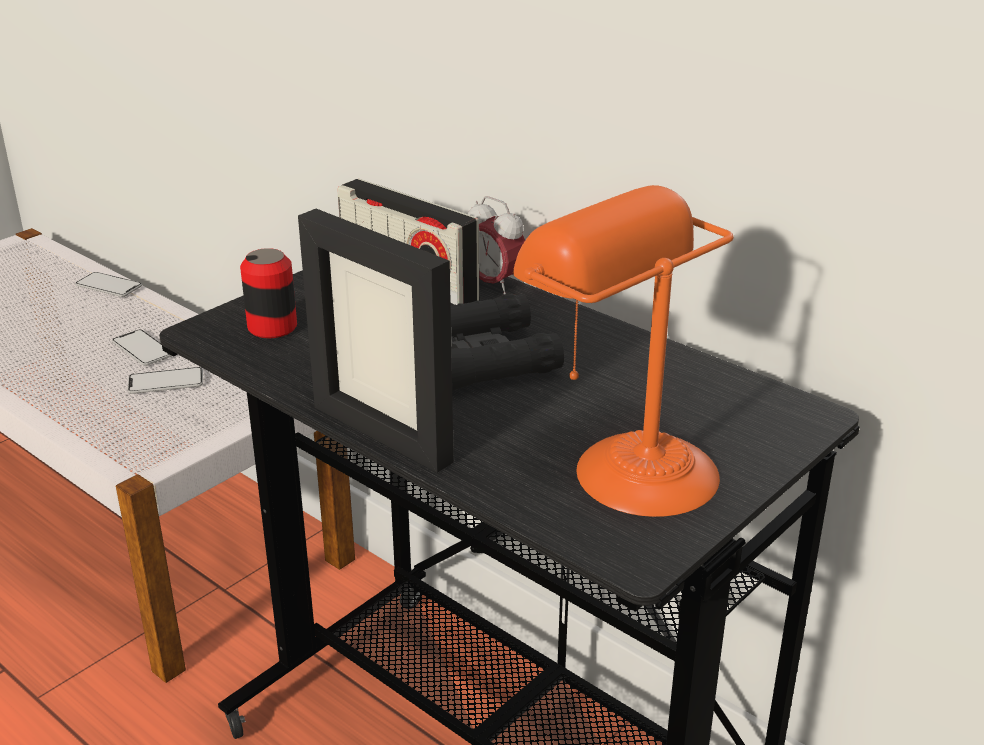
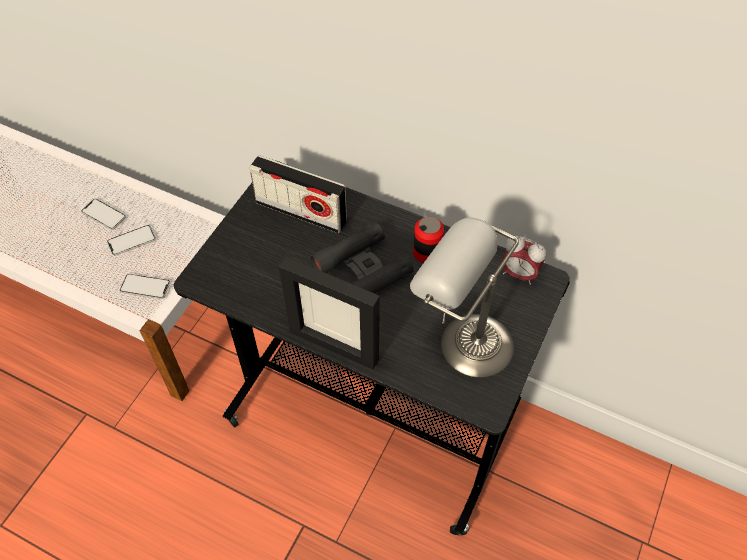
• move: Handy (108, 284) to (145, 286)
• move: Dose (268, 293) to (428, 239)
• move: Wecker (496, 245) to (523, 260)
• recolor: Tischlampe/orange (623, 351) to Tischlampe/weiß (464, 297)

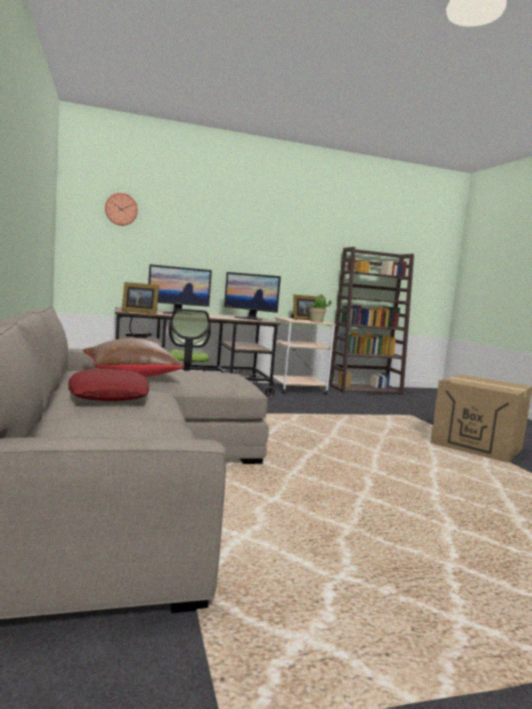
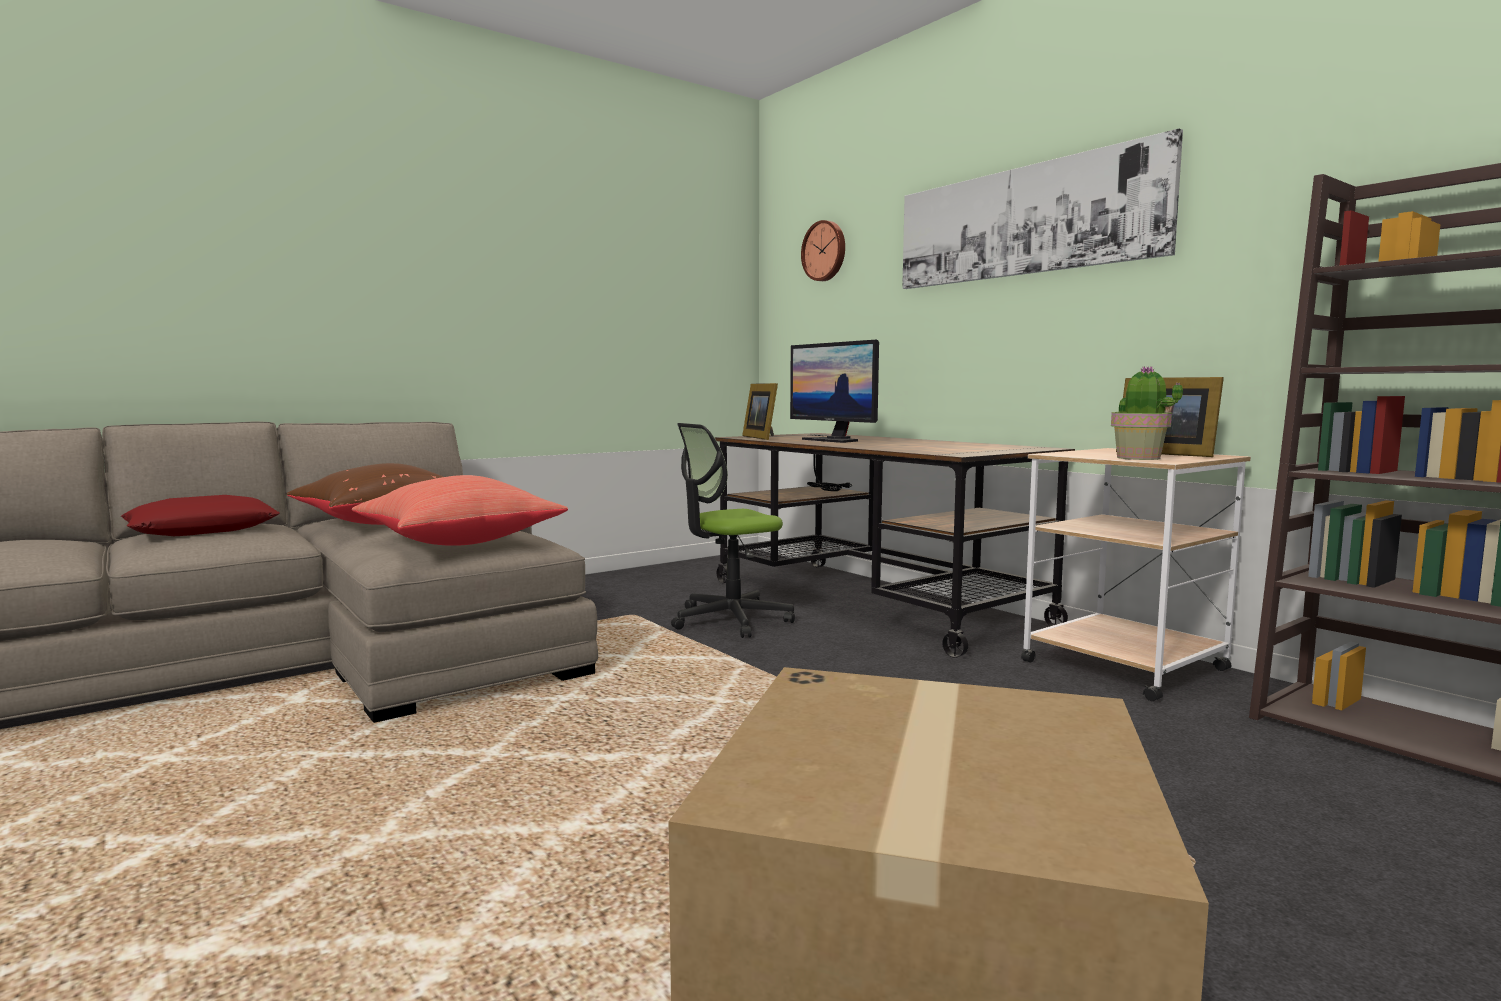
• delete: Monitor (252, 296)
• insert: Kissen/rot (460, 510)
• insert: Bild (1042, 208)

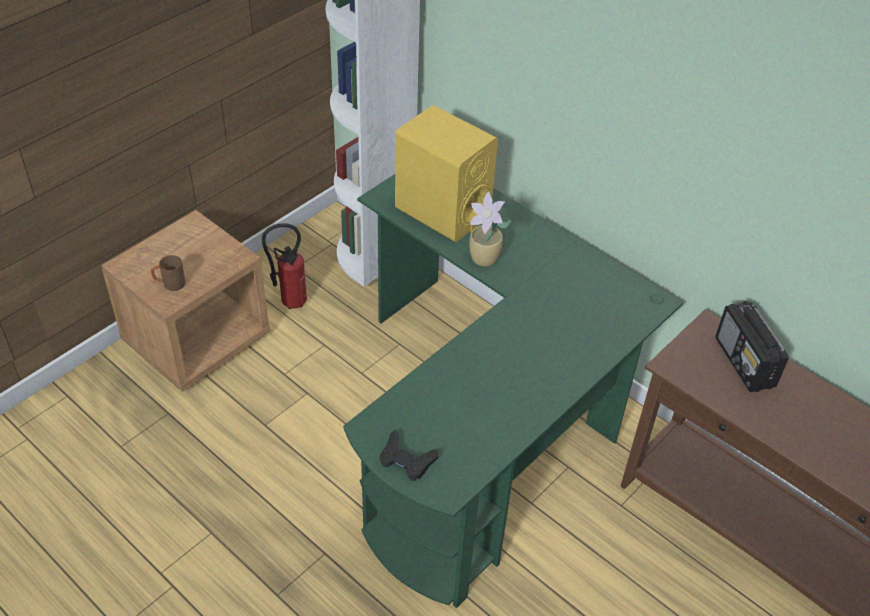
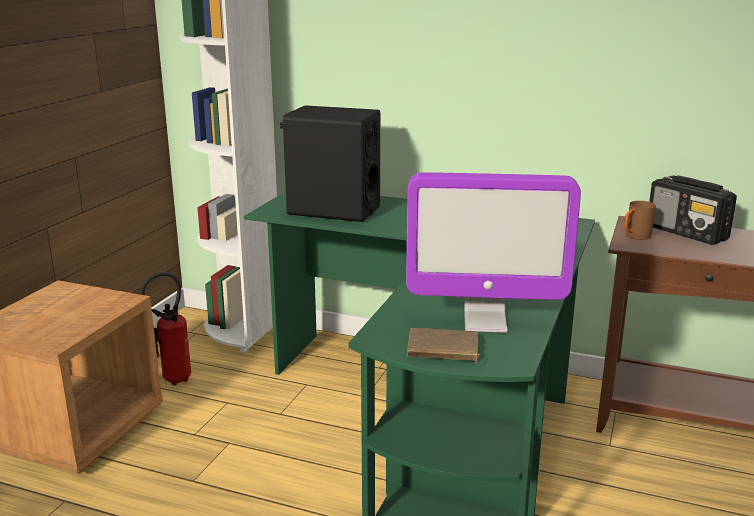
• move: Henkelbecher/braun (168, 273) to (640, 220)
• replace: Gamepad/schwarz (409, 455) to Buch/braun (443, 346)
• recolor: Lautsprecher/gelb (446, 173) to Lautsprecher/schwarz (330, 163)
• delete: Topfpflanze (490, 229)
• insert: Monitor (493, 252)

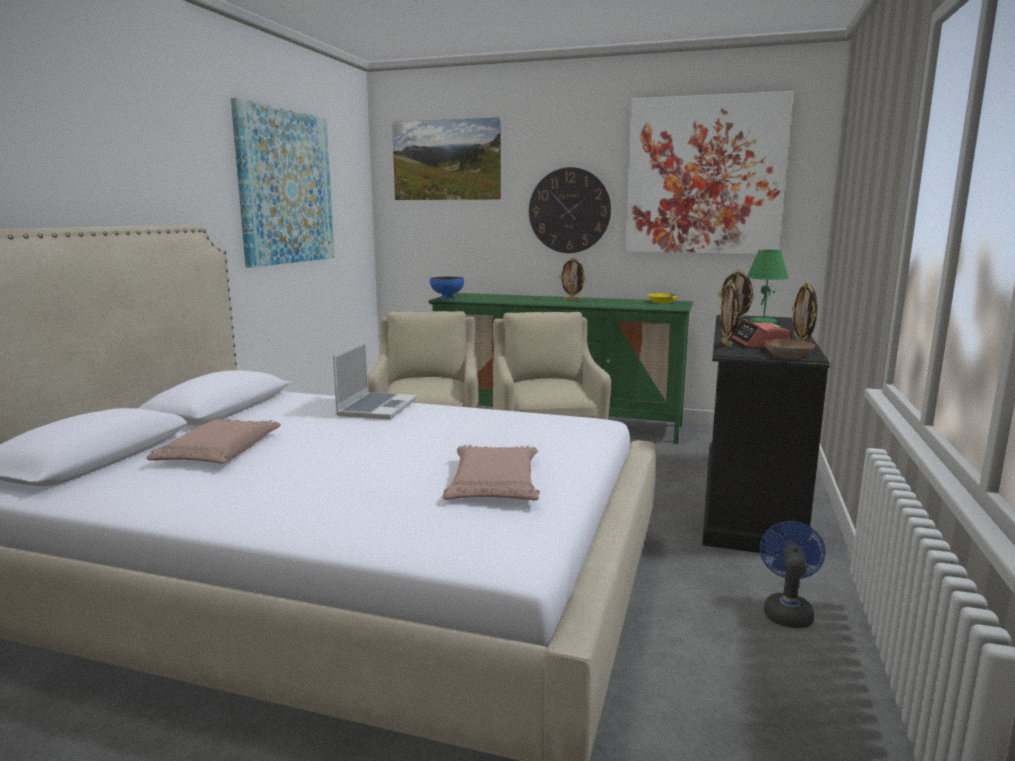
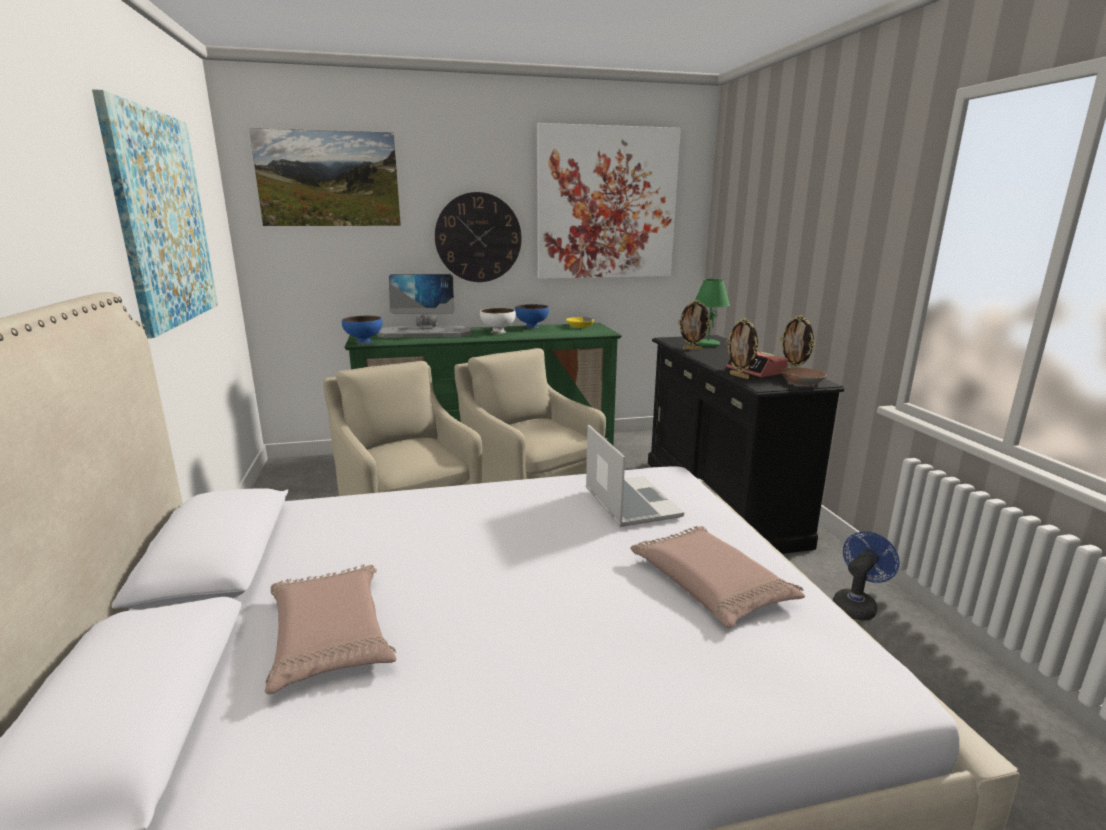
• move: Laptop (375, 380) to (635, 476)
• replace: Bilderrahmen (572, 279) to Schüssel/weiß (498, 321)
• rotate: Ventilator/blau (792, 574) = (866, 576) 60 degrees clockwise
• insert: Monitor (424, 306)
• insert: Schüssel/blau (532, 316)

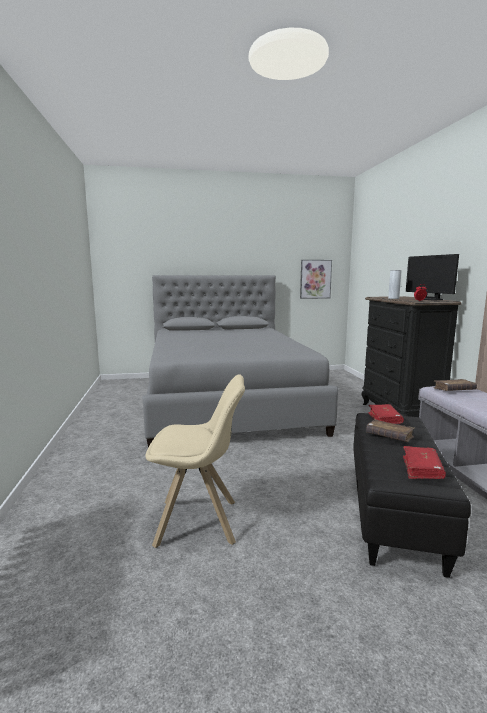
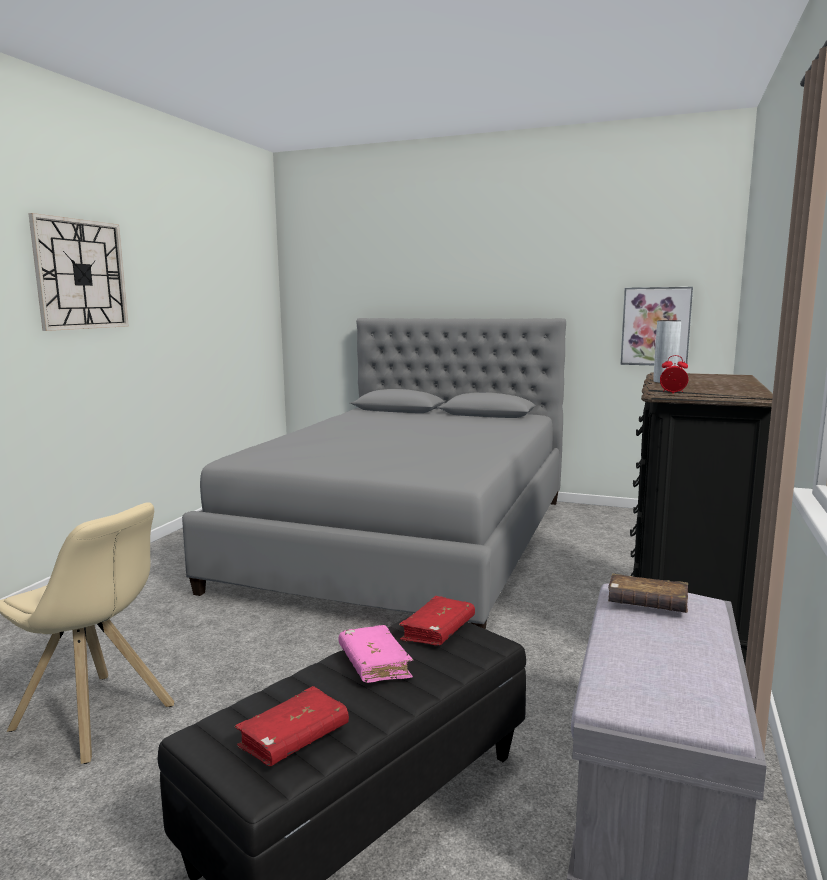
• recolor: Buch/braun (390, 430) to Buch/rosa (375, 654)
• delete: Monitor (432, 277)
• insert: Wanduhr (78, 272)

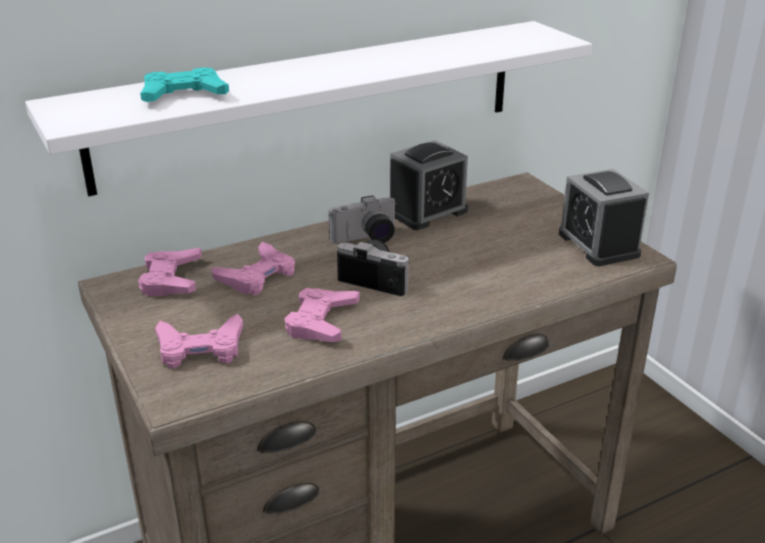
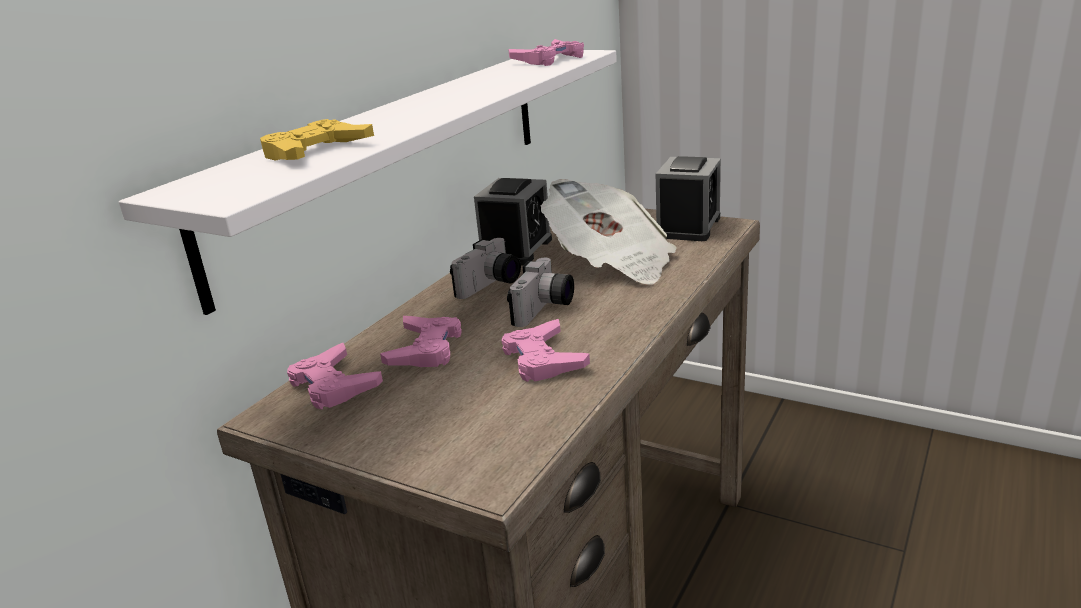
• recolor: Gamepad/türkis (184, 84) to Gamepad/gelb (317, 140)
• move: Gamepad/rosa (199, 341) to (546, 52)
• rotate: Kamera (373, 267) = (540, 292) 120 degrees clockwise
• rotate: Wecker (604, 217) = (688, 198) 105 degrees counterclockwise
• insert: Zeitung (609, 231)

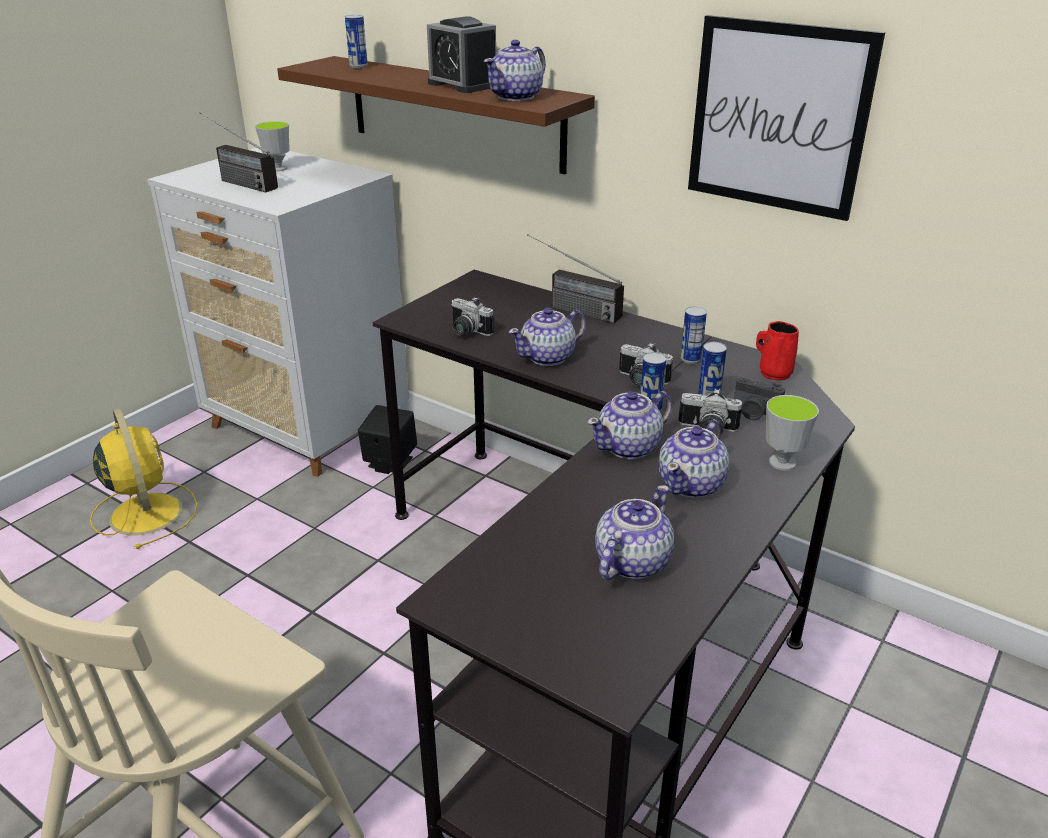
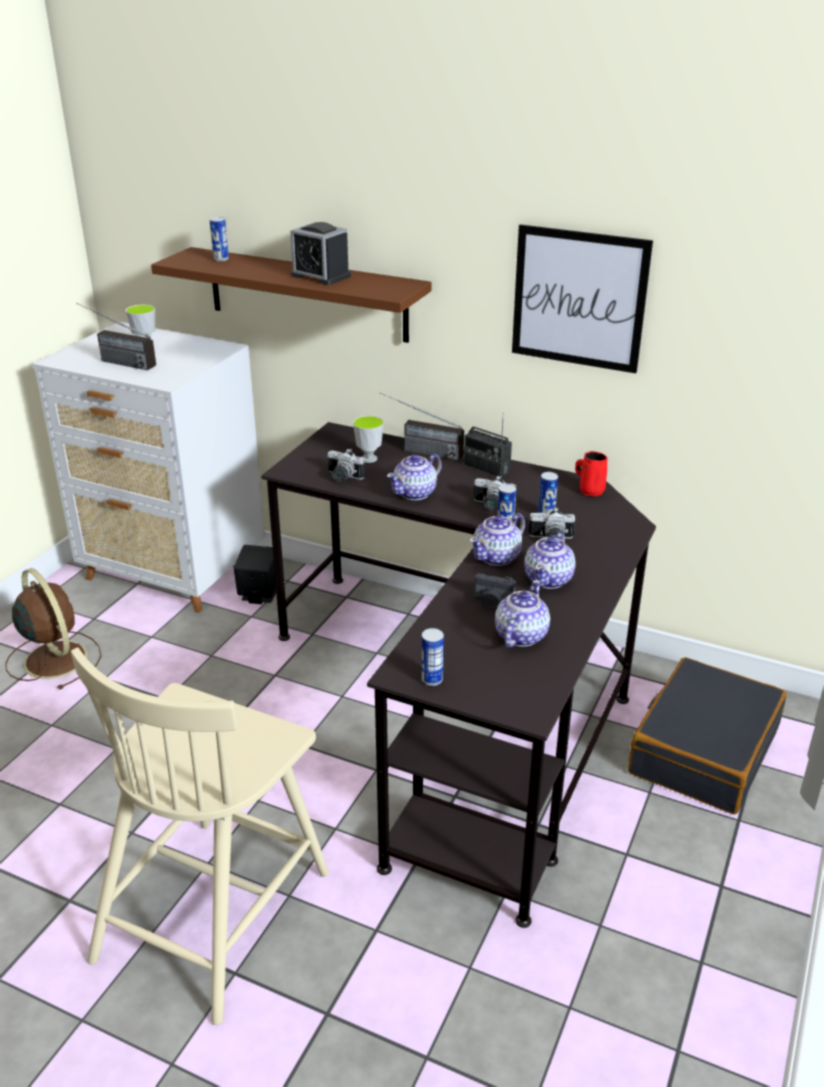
• recolor: Ventilator/gelb (143, 479) to Ventilator/braun (53, 628)
• delete: Teekanne (515, 70)
• move: Dose (693, 335) to (432, 657)
• move: Kamera (759, 398) to (495, 591)
• move: Tasse (792, 433) to (368, 439)
• insert: Radio (488, 444)
• insert: Koffer/schwarz (707, 735)

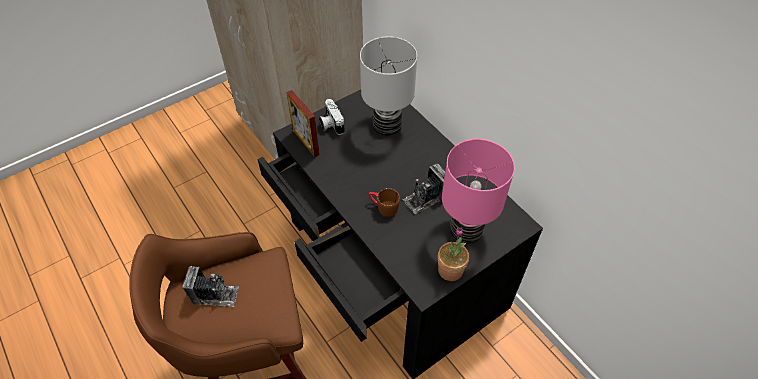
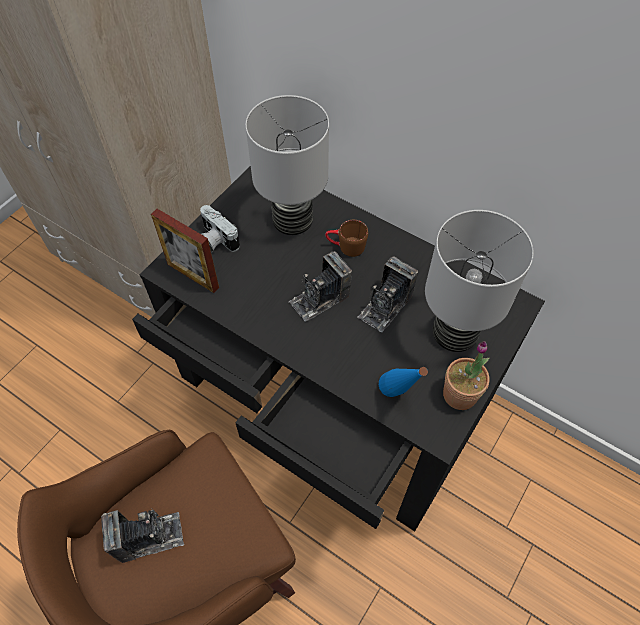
• move: Henkelbecher/braun (384, 202) to (346, 238)
• recolor: Tischlampe/rosa (478, 191) to Tischlampe/grau (479, 281)
• insert: Kamera (320, 286)
• insert: Flasche/blau (403, 382)

